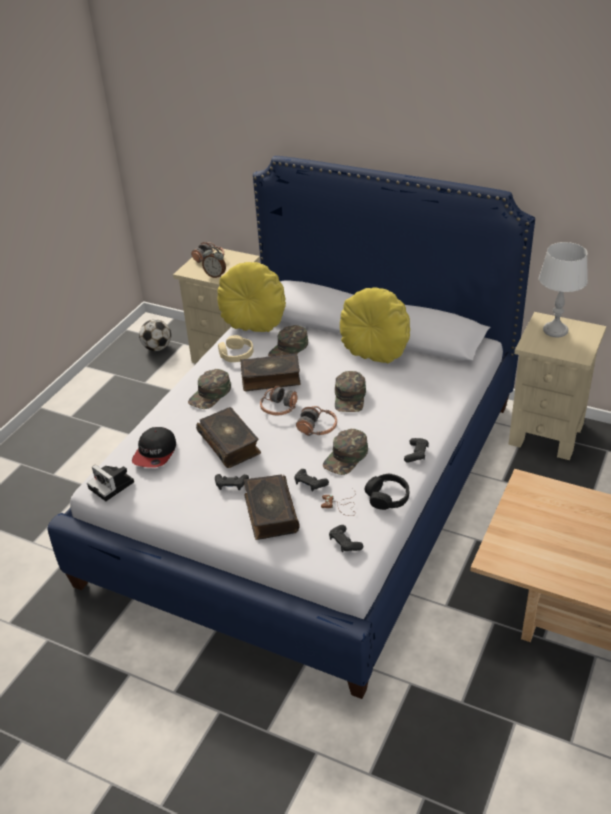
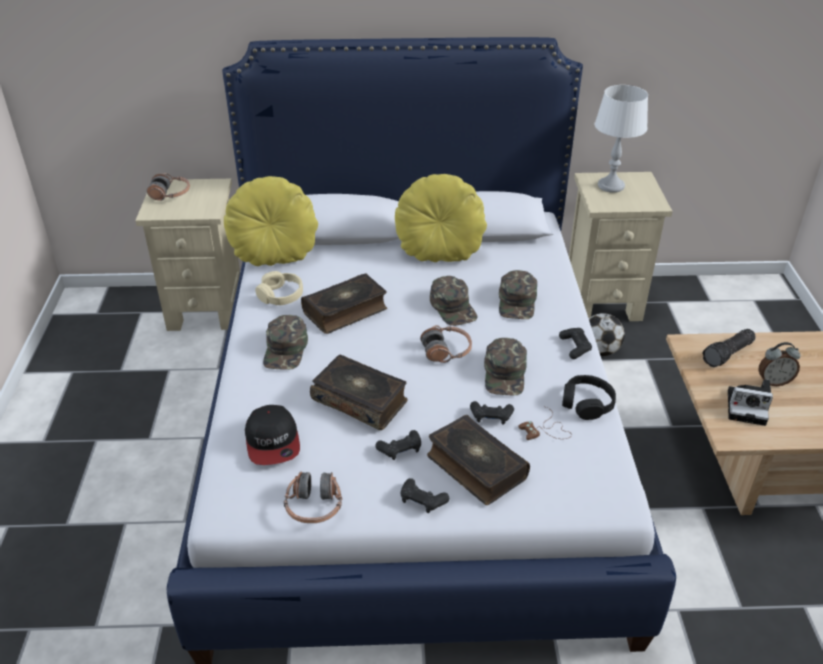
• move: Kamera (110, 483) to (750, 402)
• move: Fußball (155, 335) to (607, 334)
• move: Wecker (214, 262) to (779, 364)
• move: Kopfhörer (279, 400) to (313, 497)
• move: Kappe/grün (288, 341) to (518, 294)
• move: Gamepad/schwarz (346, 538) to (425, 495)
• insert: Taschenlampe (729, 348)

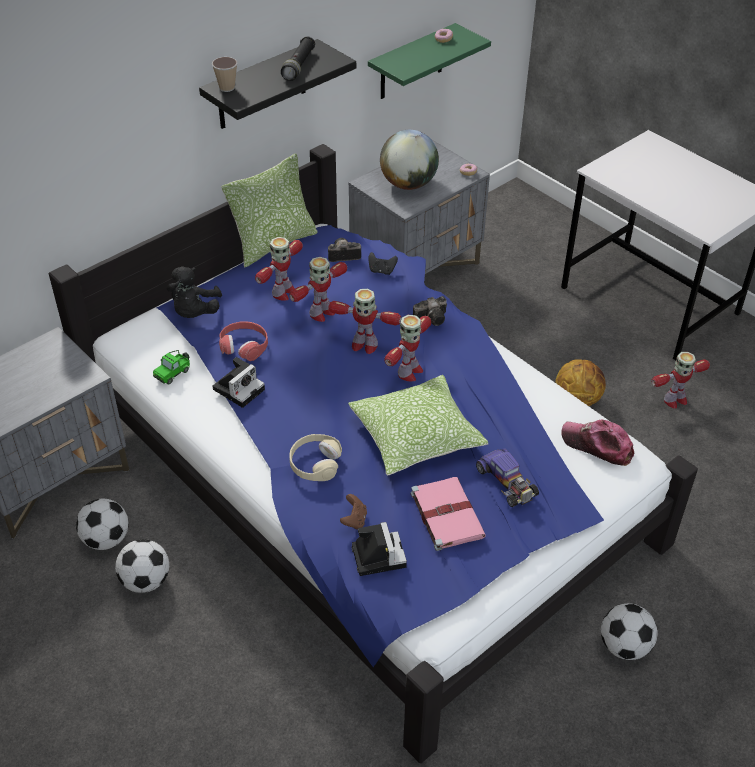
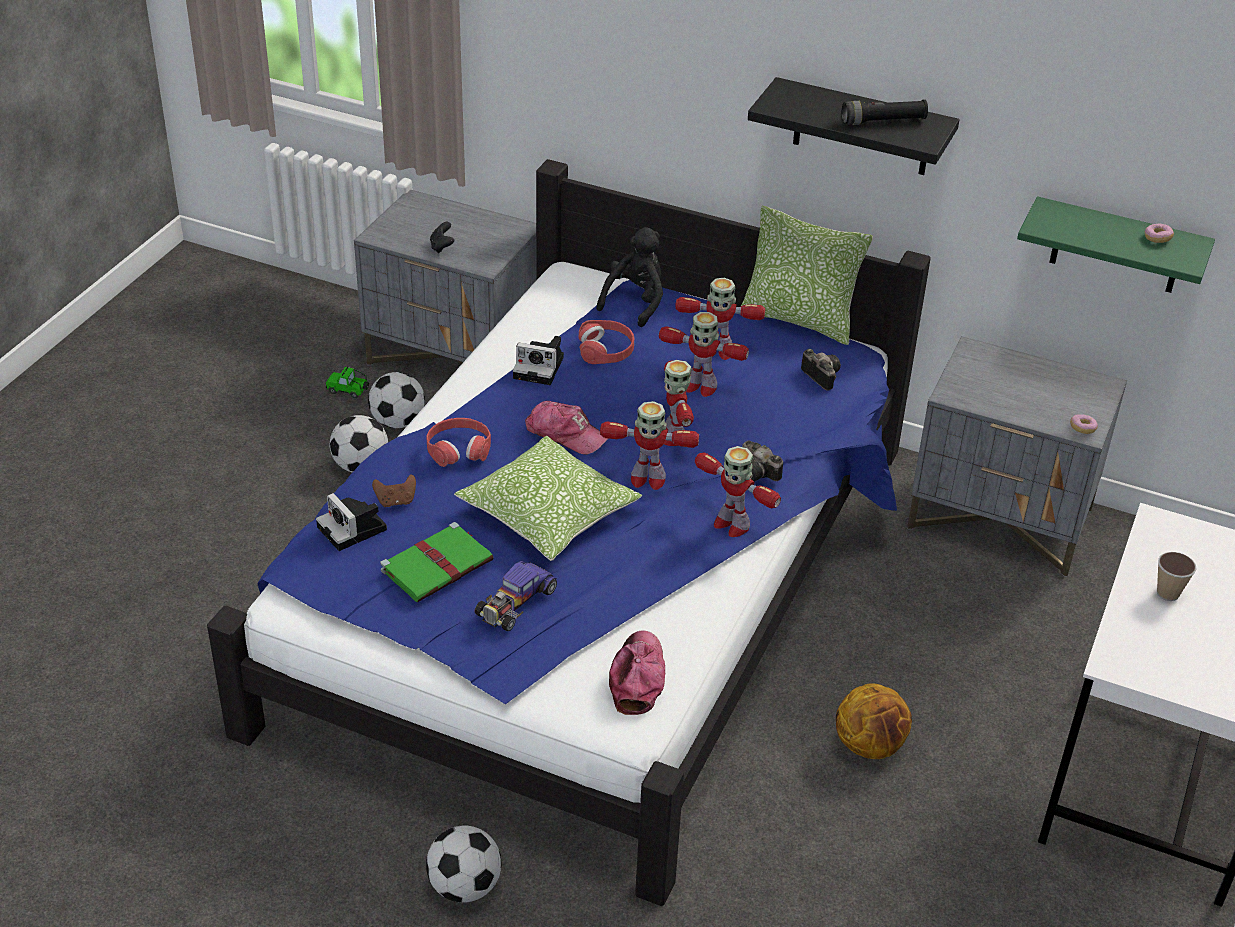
• move: Spielzeugauto (171, 367) to (347, 382)
• rotate: Plüschtier/schwarz (194, 292) = (629, 277) 135 degrees clockwise
• move: Tasse (225, 74) to (1177, 576)
• recolor: Kopfhörer/beige (315, 457) to Kopfhörer/rot (458, 442)
• rotate: Kamera (379, 549) = (351, 522) 90 degrees clockwise
• move: Gamepad/schwarz (383, 263) to (442, 237)
• delete: Globus (409, 160)
• recolor: Buch/rosa (448, 514) to Buch/grün (436, 562)
• move: Spielzeugroboter (680, 380) to (738, 491)
• insert: Kappe (567, 428)

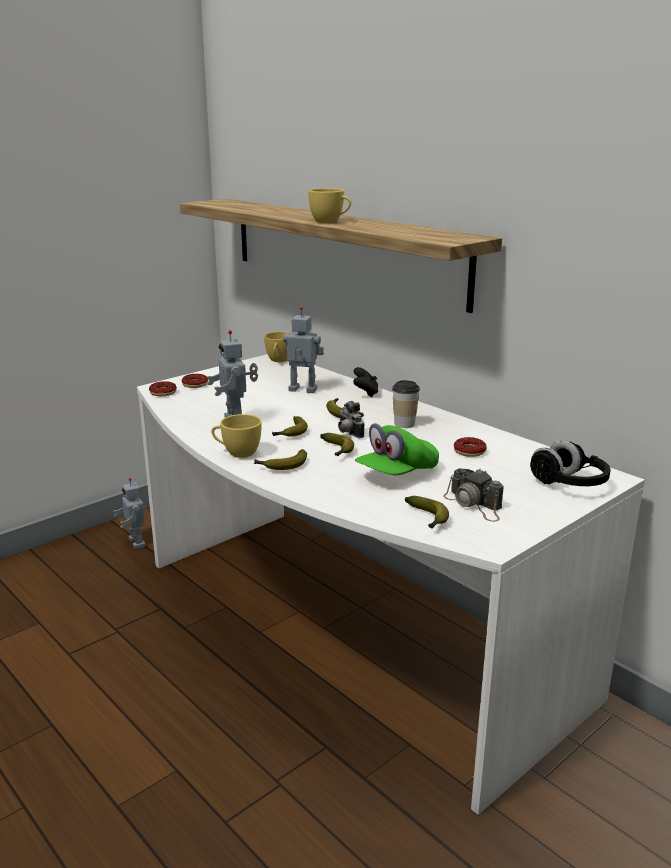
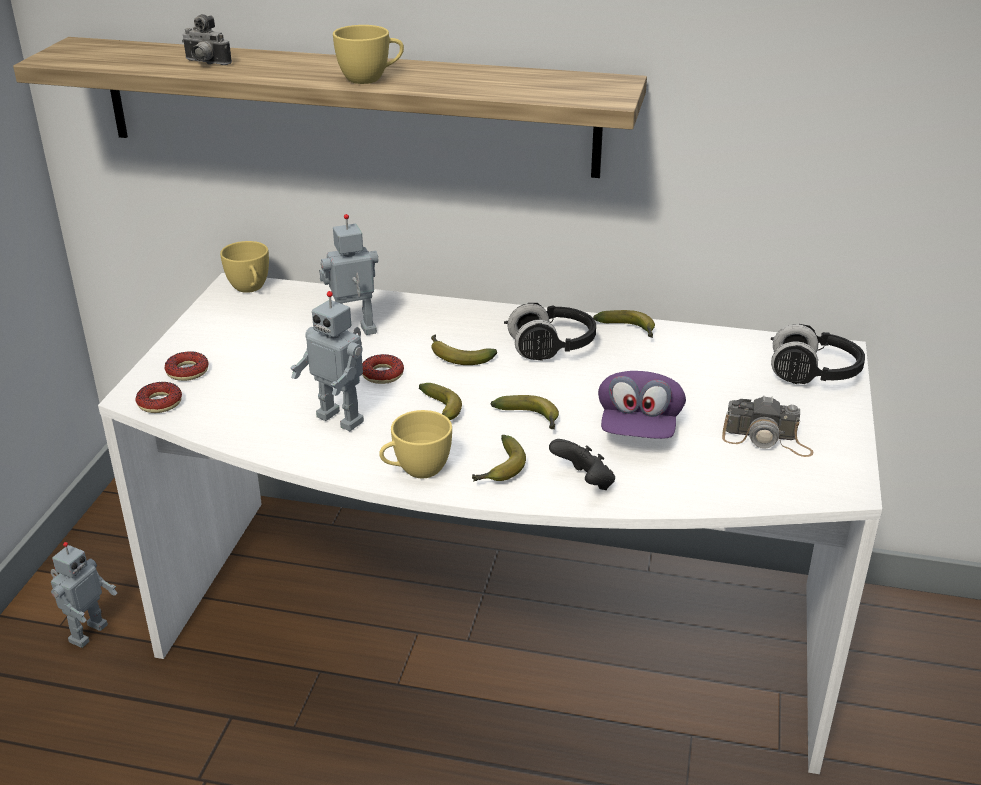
• rotate: Spielzeugroboter (132, 513) = (84, 595) 90 degrees counterclockwise
• move: Kamera (351, 419) to (207, 39)
• move: Gamepad/schwarz (365, 382) to (582, 464)
• recolor: Kappe/grün (397, 449) to Kappe/lila (642, 405)
• replace: Tasse (406, 404) to Kopfhörer/schwarz (550, 332)
• move: Banane (427, 512) to (624, 324)
• move: Donut (470, 447) to (383, 369)

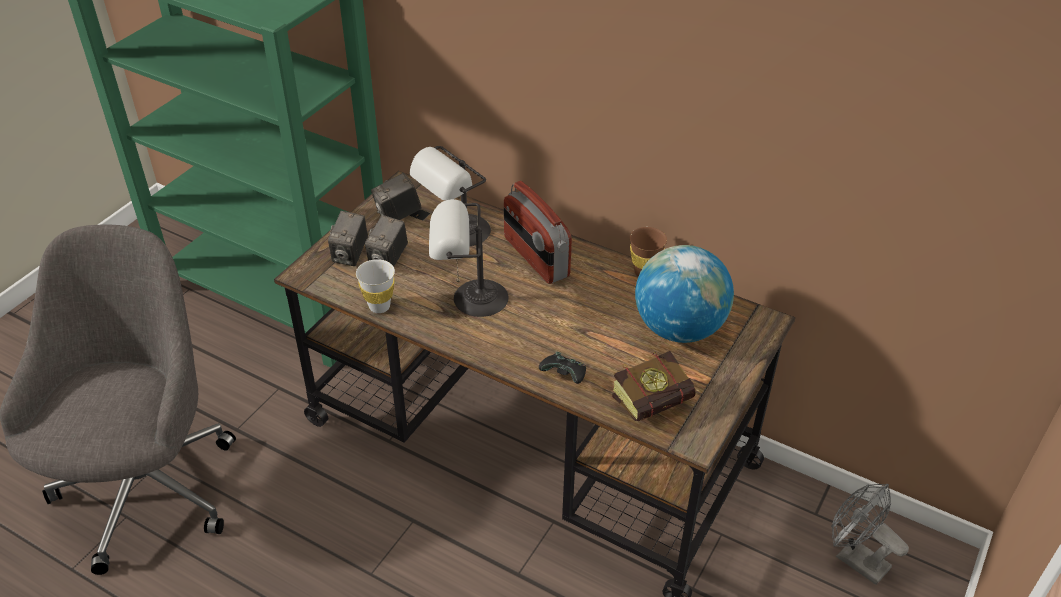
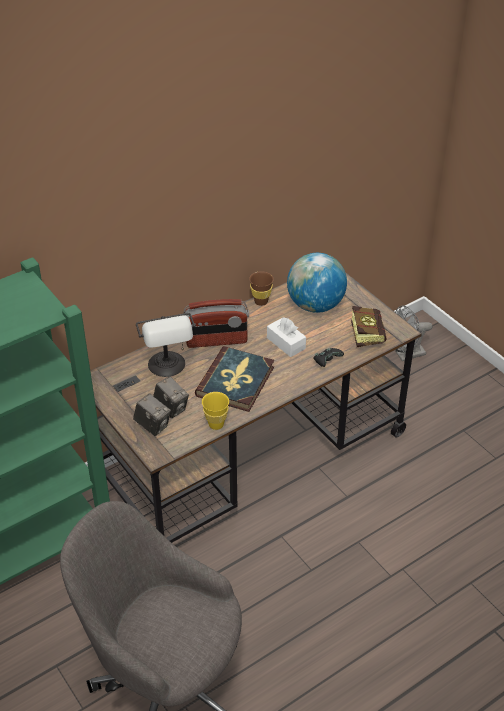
• recolor: Tasse/weiß (375, 286) to Tasse/gelb (215, 411)
• delete: Kamera (396, 196)
• replace: Tischlampe (469, 258) to Buch (234, 379)
• insert: Taschentuchbox/weiß (286, 337)

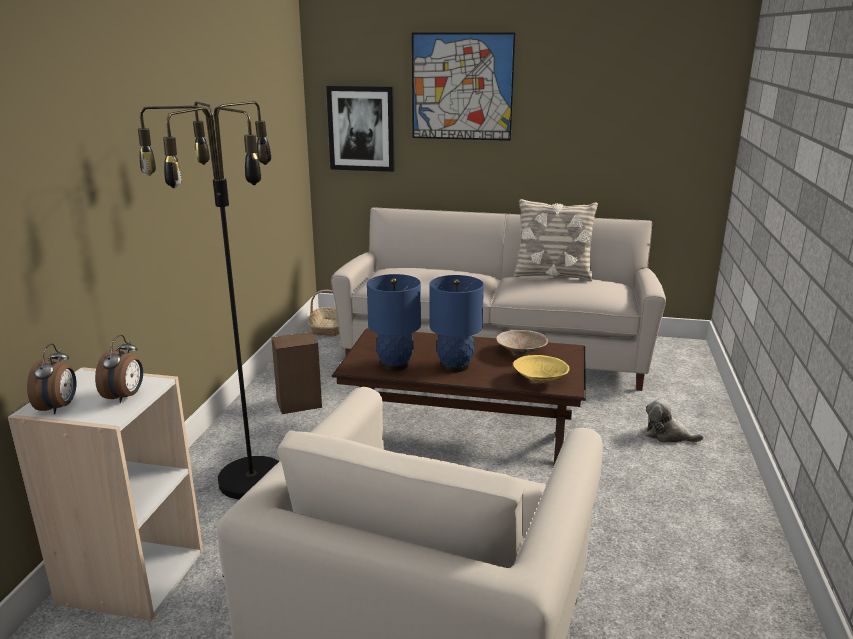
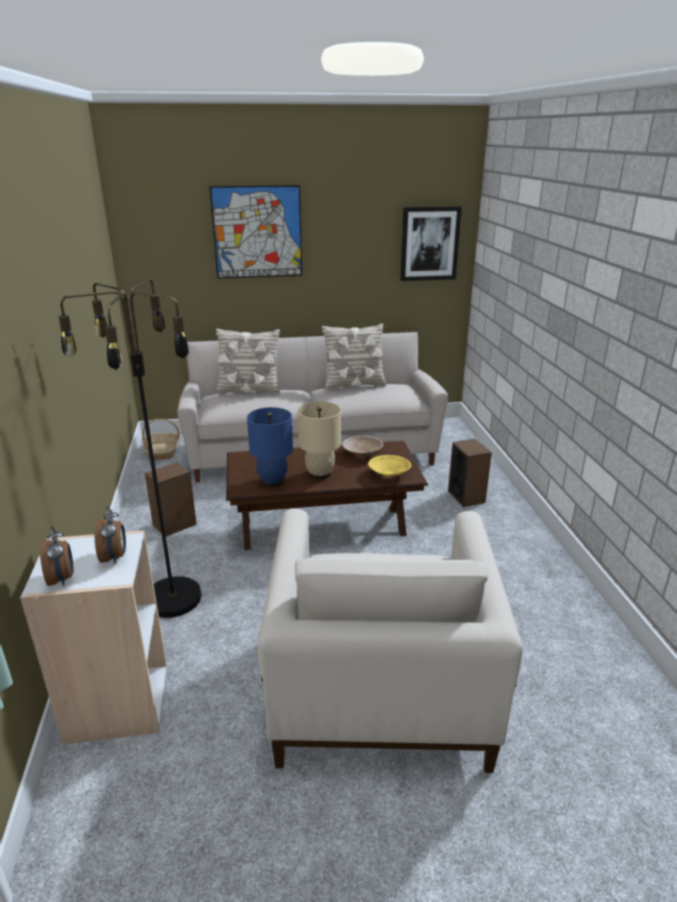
• move: Bild (360, 129) to (431, 243)
• recolor: Tischlampe/blau (456, 323) to Tischlampe/beige (319, 441)
• replace: Plüschtier (675, 420) to Lautsprecher (470, 473)
• insert: Kissen/beige (248, 362)

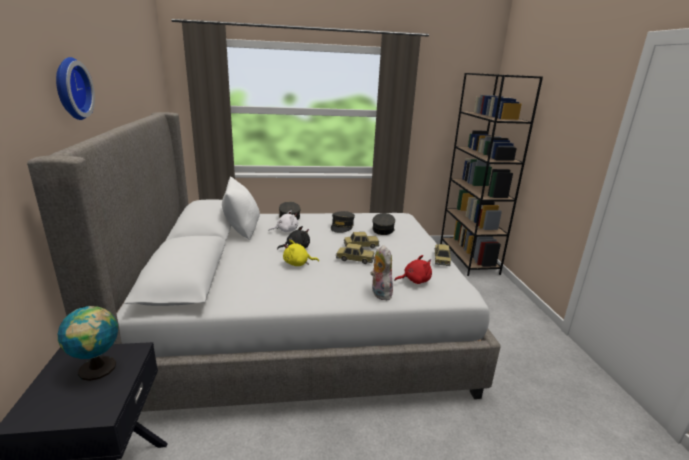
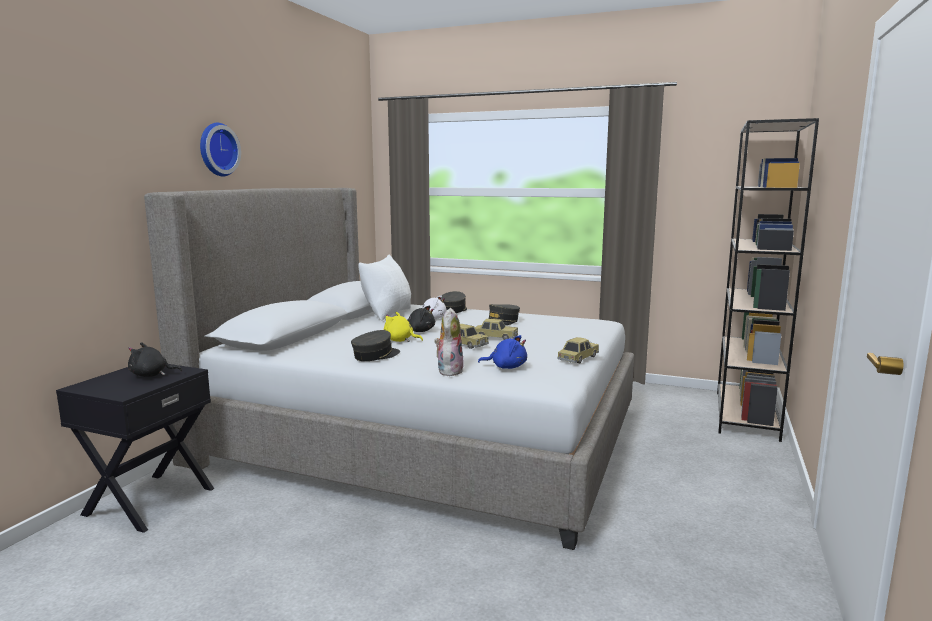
• replace: Globus (88, 342) to Plüschtier/schwarz (155, 359)
• move: Kappe/grau (383, 224) to (375, 345)
• recolor: Plüschtier/rot (413, 269) to Plüschtier/blau (502, 352)

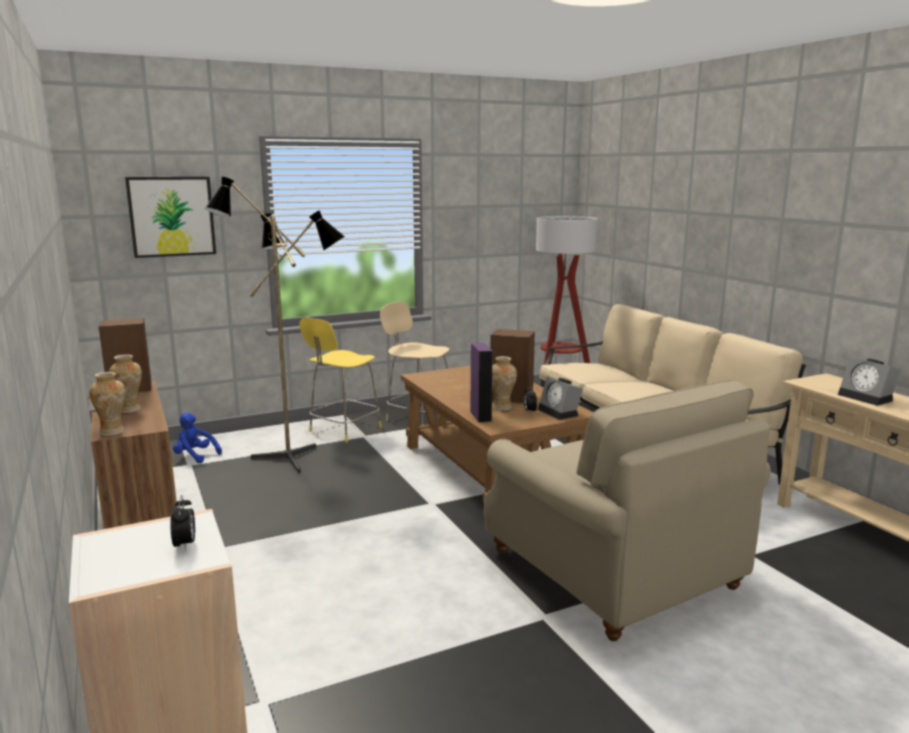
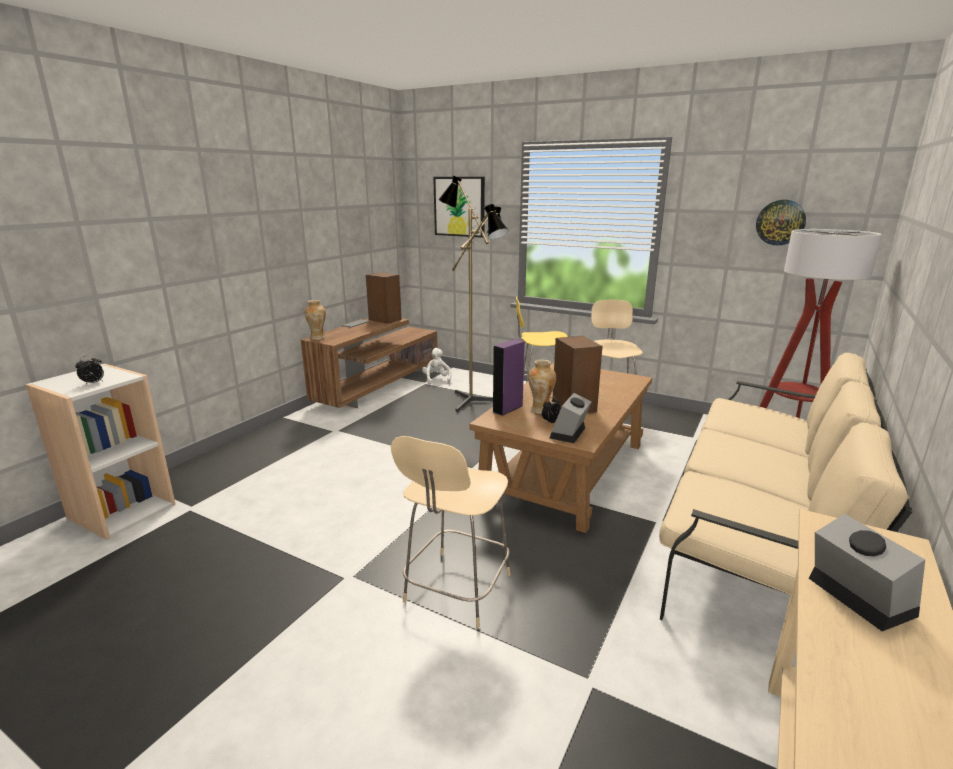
• delete: Vase (125, 383)
• recolor: Plüschtier/blau (197, 438) to Plüschtier/weiß (437, 366)
• replace: Sessel/beige (627, 510) to Hocker/beige (451, 532)
• rotate: Wecker (869, 381) = (867, 572) 135 degrees clockwise
• insert: Wanduhr (781, 222)

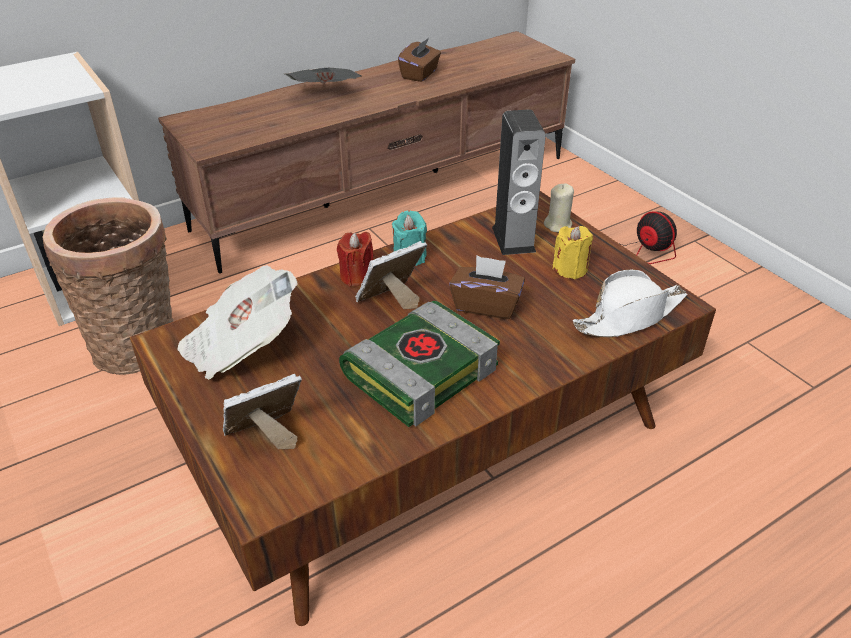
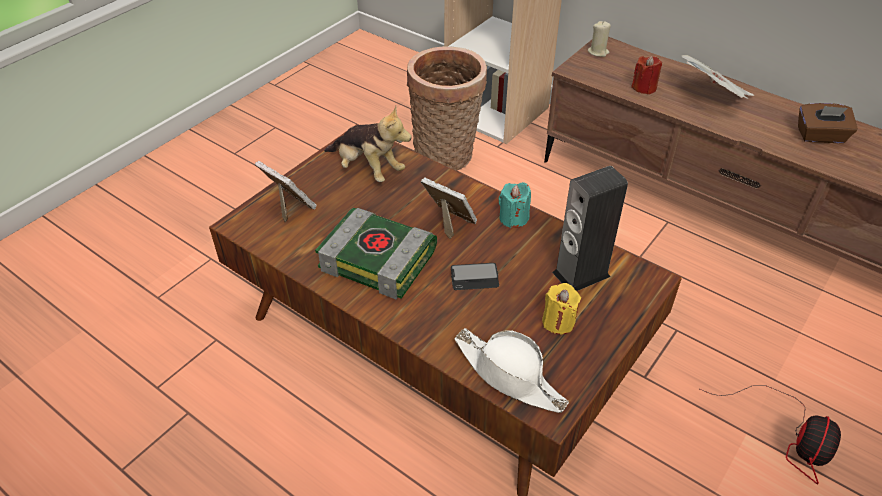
• replace: Zeitung (237, 322) to Plüschtier (368, 144)
• move: Kerze/rot (355, 259) to (646, 75)
• replace: Taschentuchbox/braun (487, 287) to Handy (475, 276)
• move: Kerze/beige (559, 207) to (599, 39)

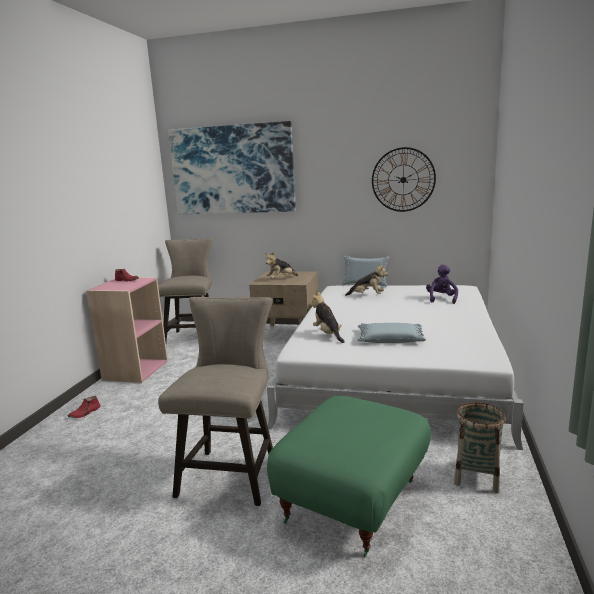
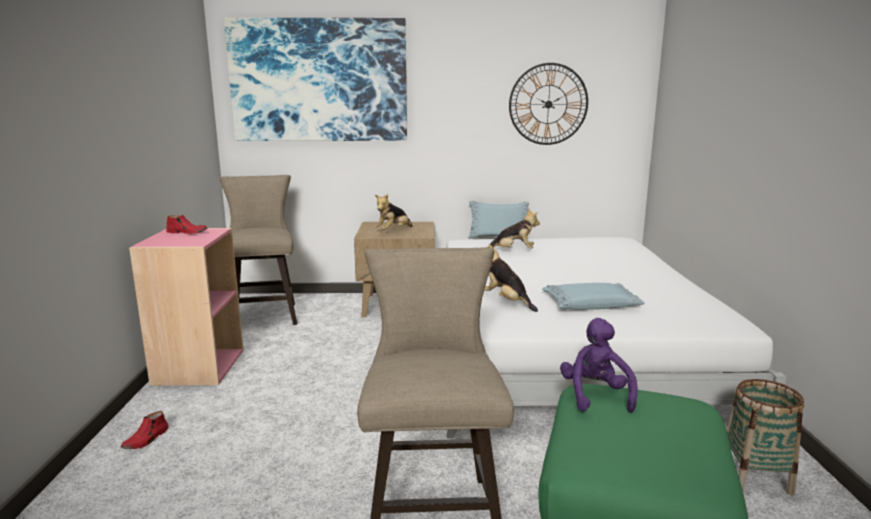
• move: Plüschtier/lila (442, 284) to (599, 365)

